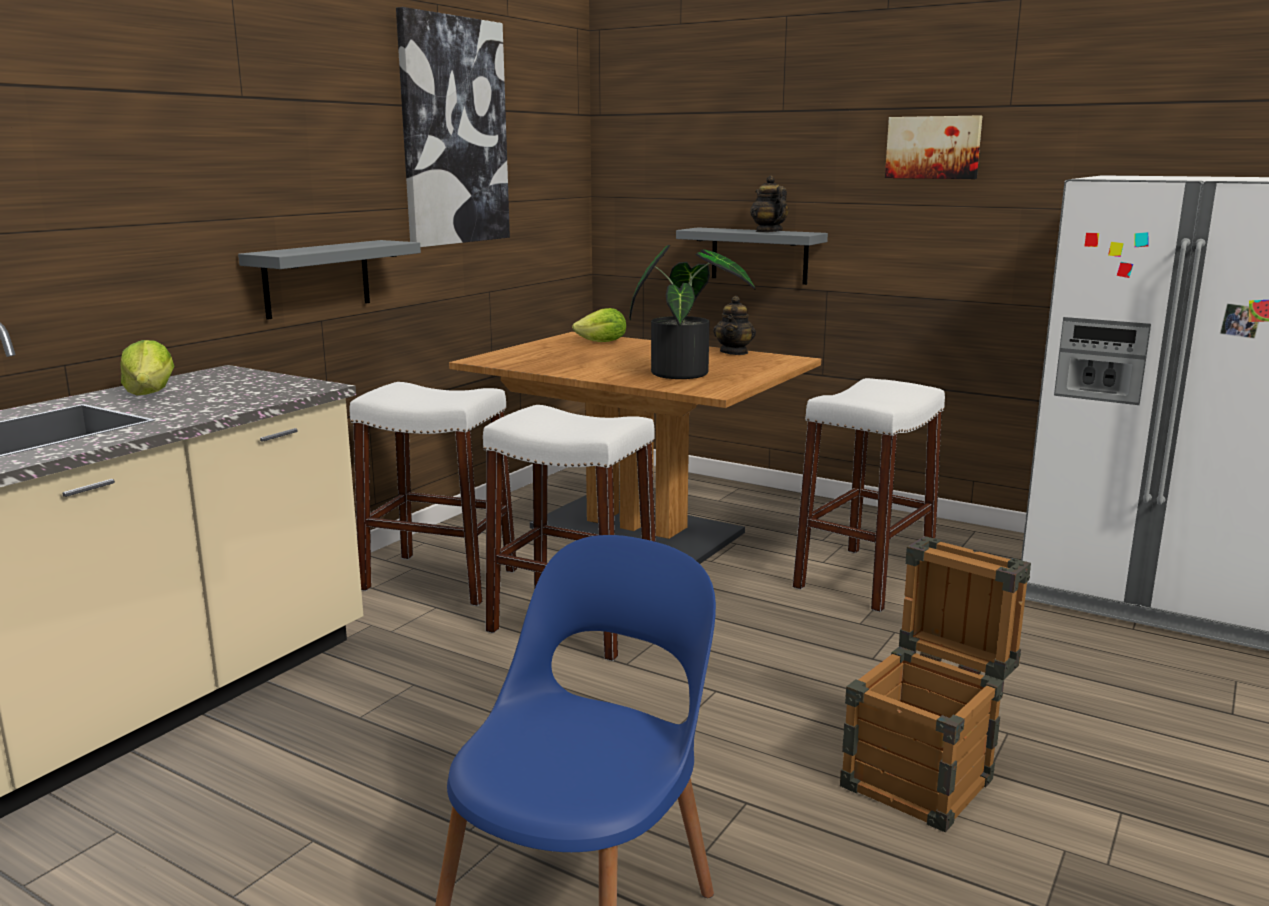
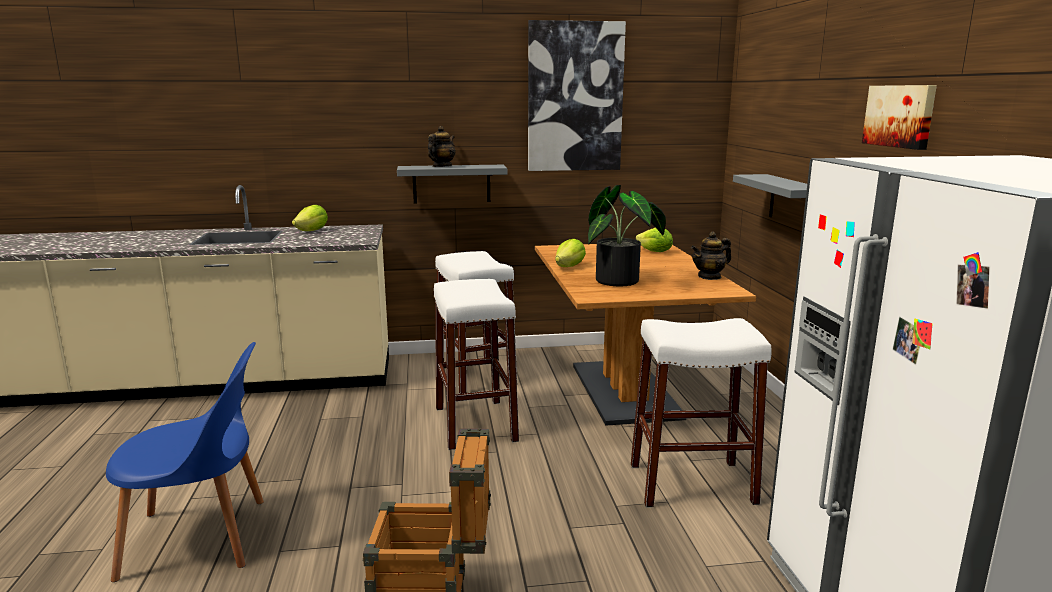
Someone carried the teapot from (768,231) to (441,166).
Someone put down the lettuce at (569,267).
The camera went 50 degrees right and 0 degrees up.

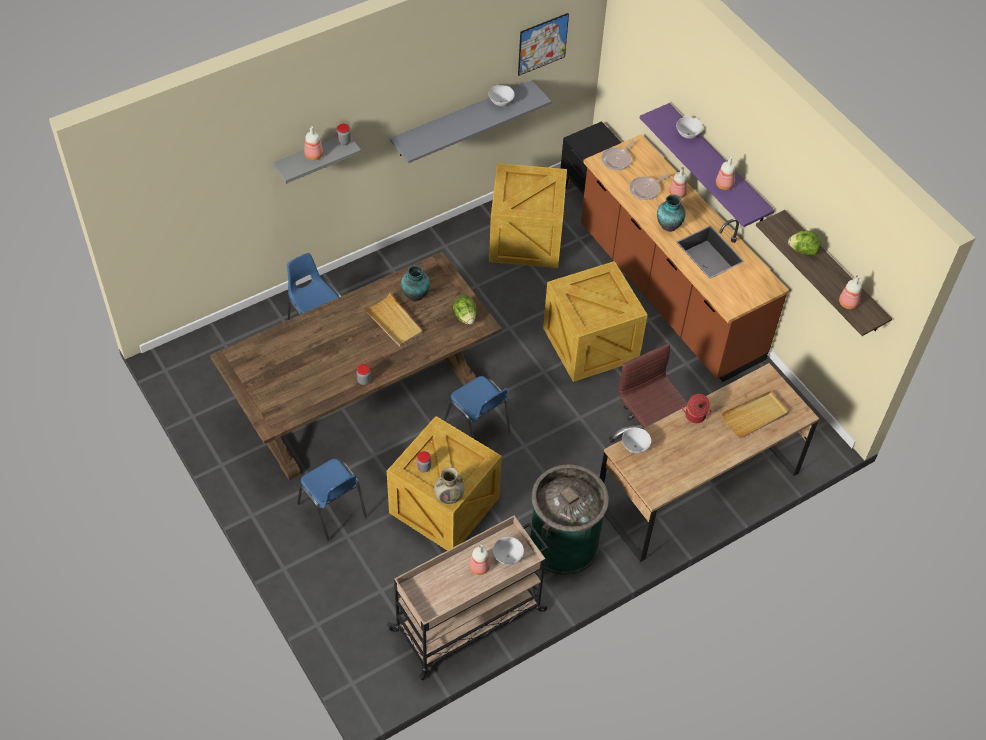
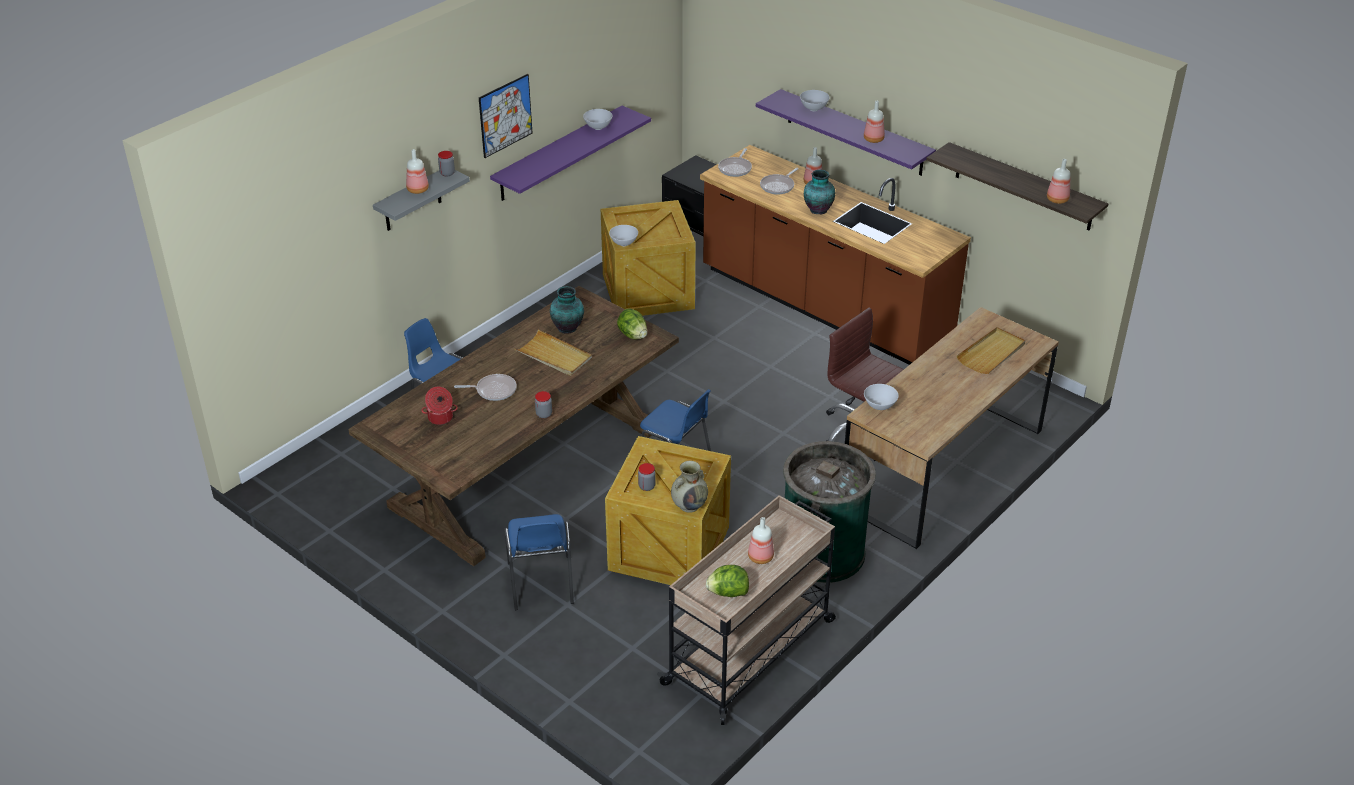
Someone carried the cooking pot from (695,416) to (440,418).
Someone put down the frying pan at (493,390).
Someone carried the picture from (542,44) to (505,115).
Someone repainted the grey shelf at (462,119), which became the purple shelf at (559,153).
Someone rotated the blue chair at (333,512) by 45 degrees clockwise.
Someone carried the white bowl from (508,557) to (624,243).
Someone carried the lettuce from (803,250) to (728,593).
Someone took away the crate at (592,344).
The camera went 15 degrees left and 15 degrees down.

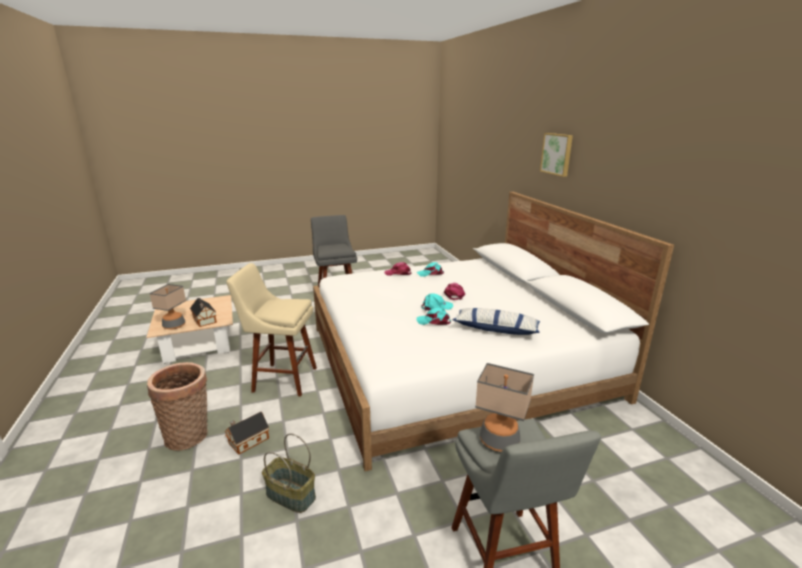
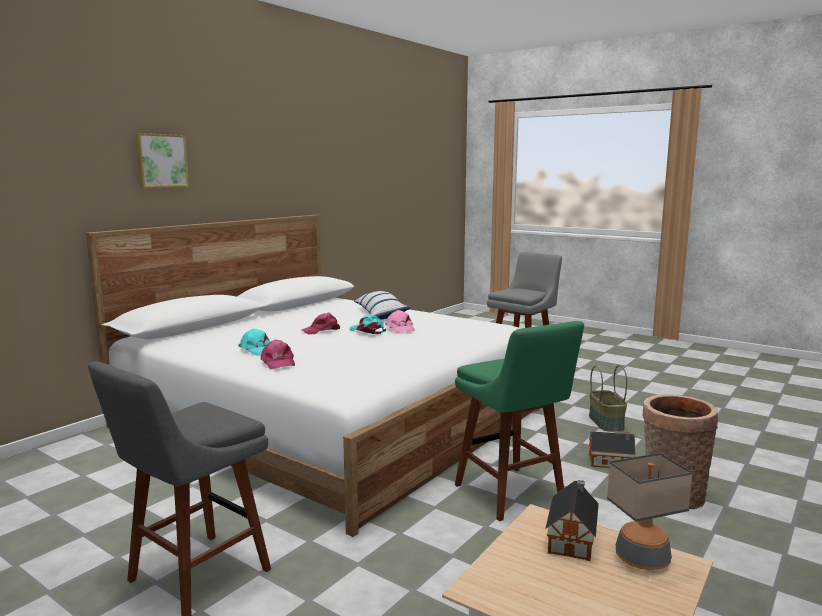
Someone repainted the turquoise cap at (434,321), which became the pink cap at (400,328).
Someone repainted the beige stool at (281,379), which became the green stool at (512,495).
Someone took away the table lamp at (499,440).
The camera went 125 degrees left and 10 degrees down.

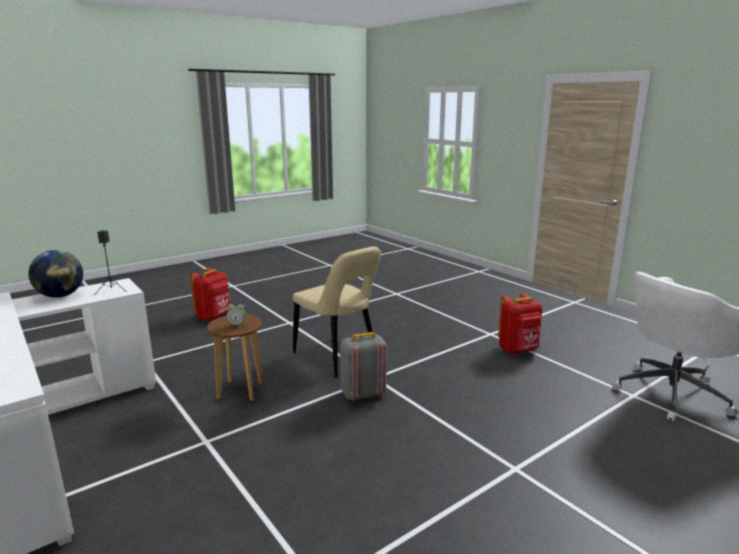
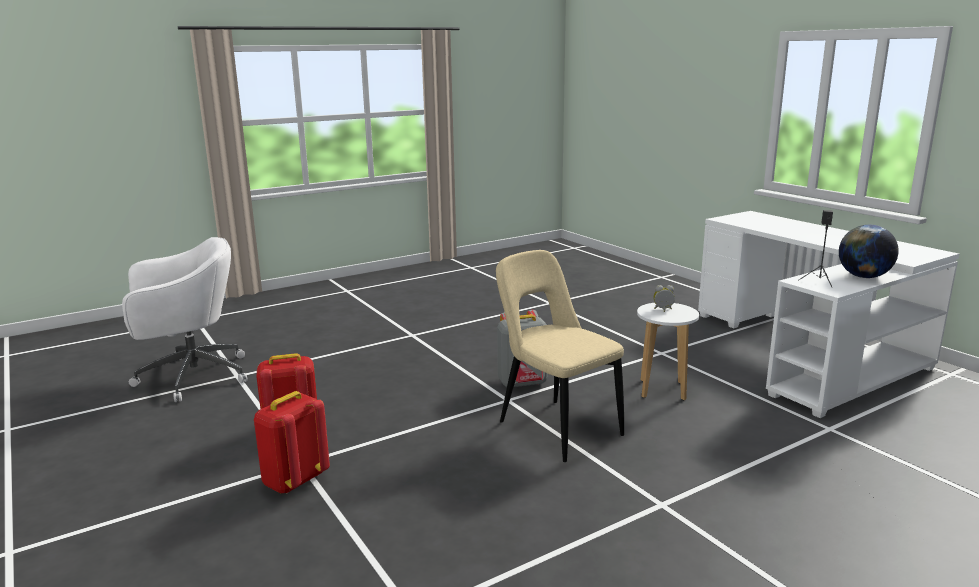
Someone carried the red backpack from (214,317) to (294,481).
Someone repainted the brown stool at (241,391), which became the white stool at (662,390).
The camera went 175 degrees left and 0 degrees up.

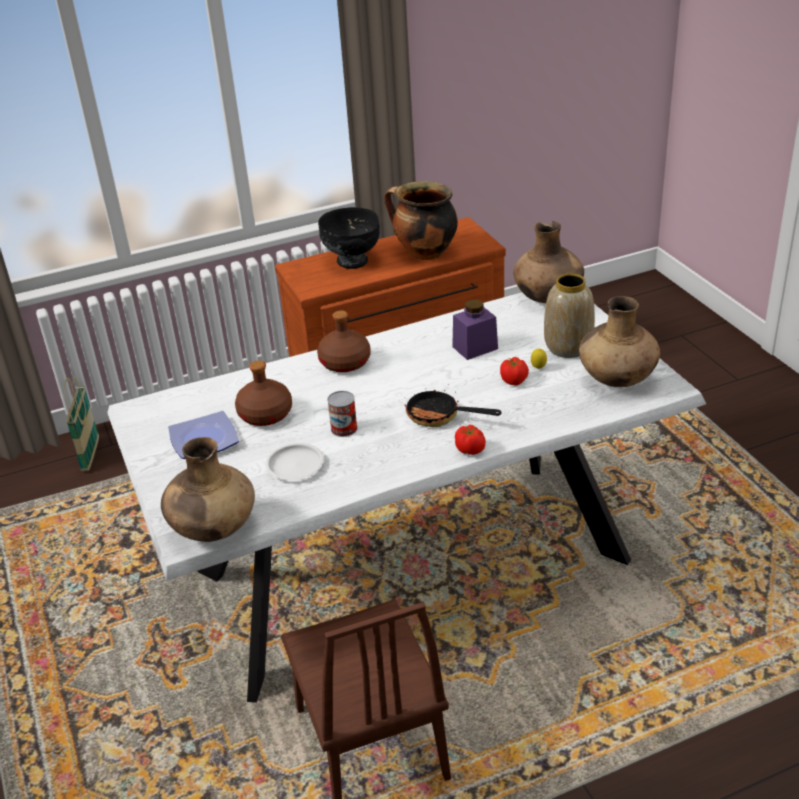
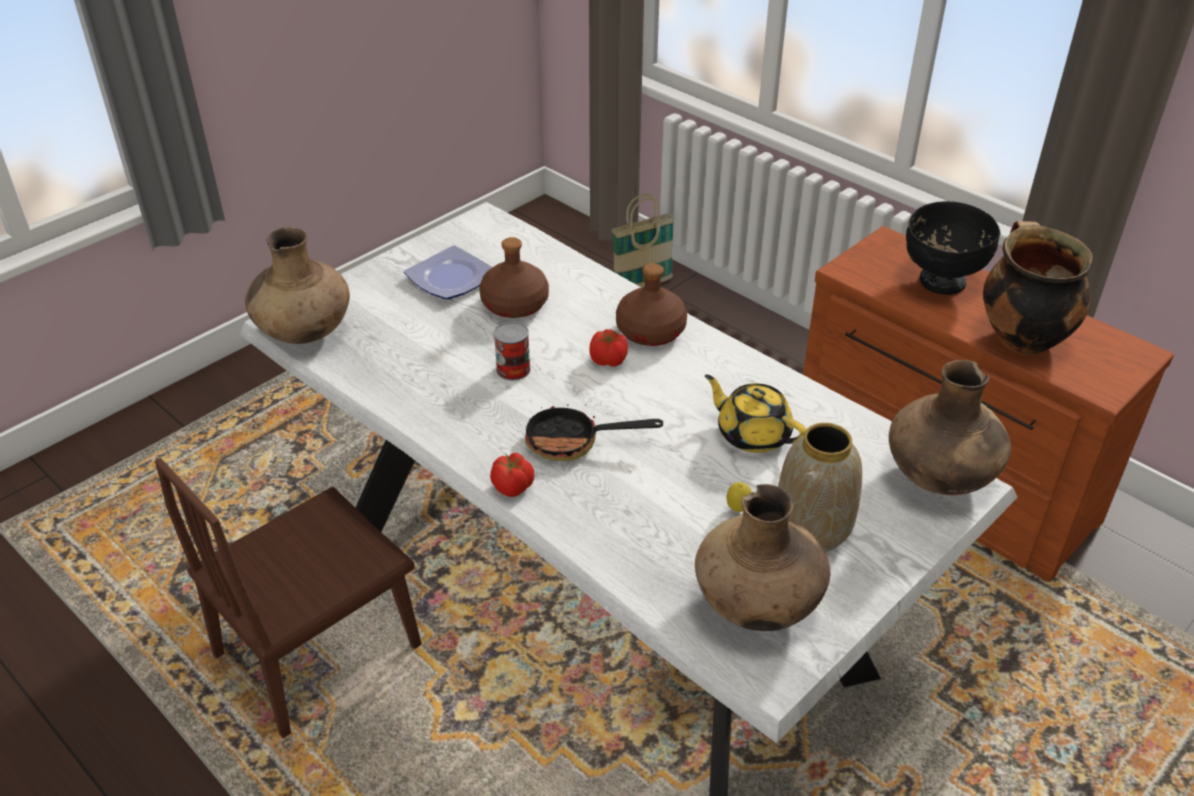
Someone rotated the frying pan at (440,417) by 90 degrees counterclockwise.
Someone carried the tomato from (514,381) to (609,361).
Someone swapped the purple jar at (475,348) for the yellow teapot at (752,434).
Someone took away the white plate at (294,465).
The camera went 65 degrees right and 5 degrees up.

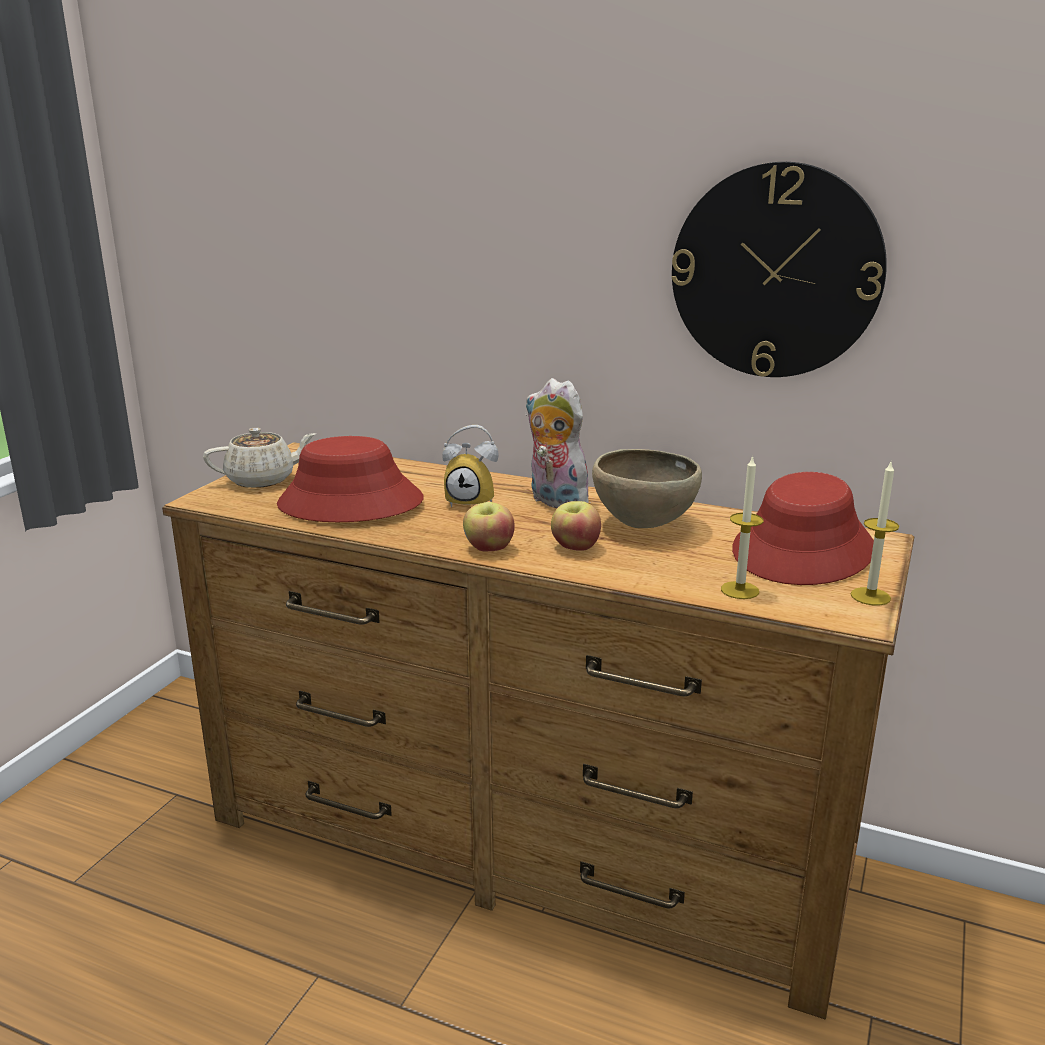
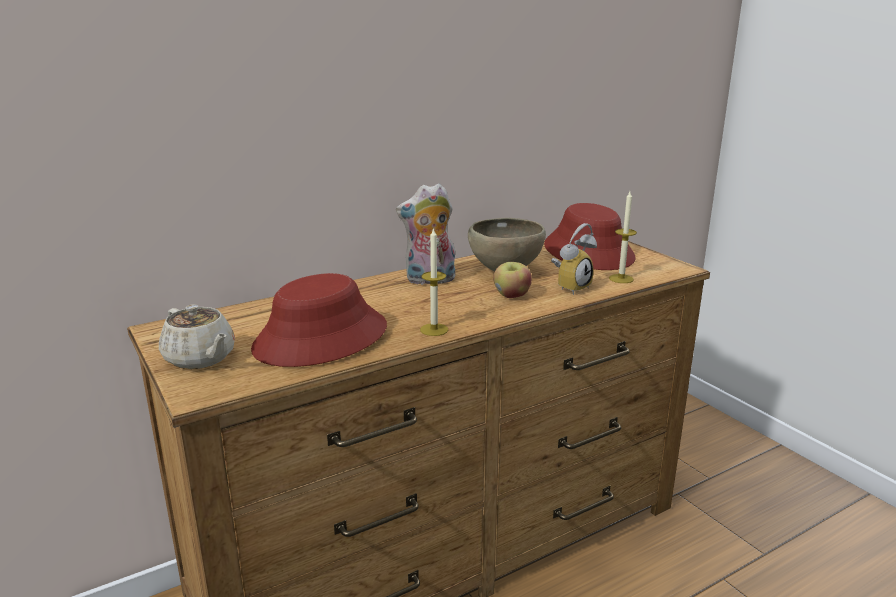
Someone rotated the beige teapot at (262,480) by 120 degrees clockwise.
Someone carried the candle from (870,596) to (434,329).
Someone carried the alarm clock from (473,502) to (570,287).
Someone took away the apple at (488,548).
Someone took away the wall clock at (776,272).
The camera went 55 degrees left and 0 degrees up.

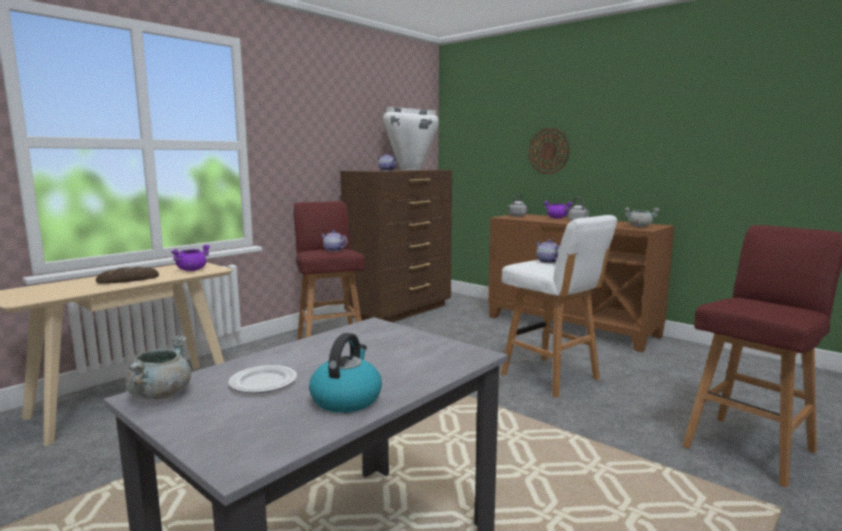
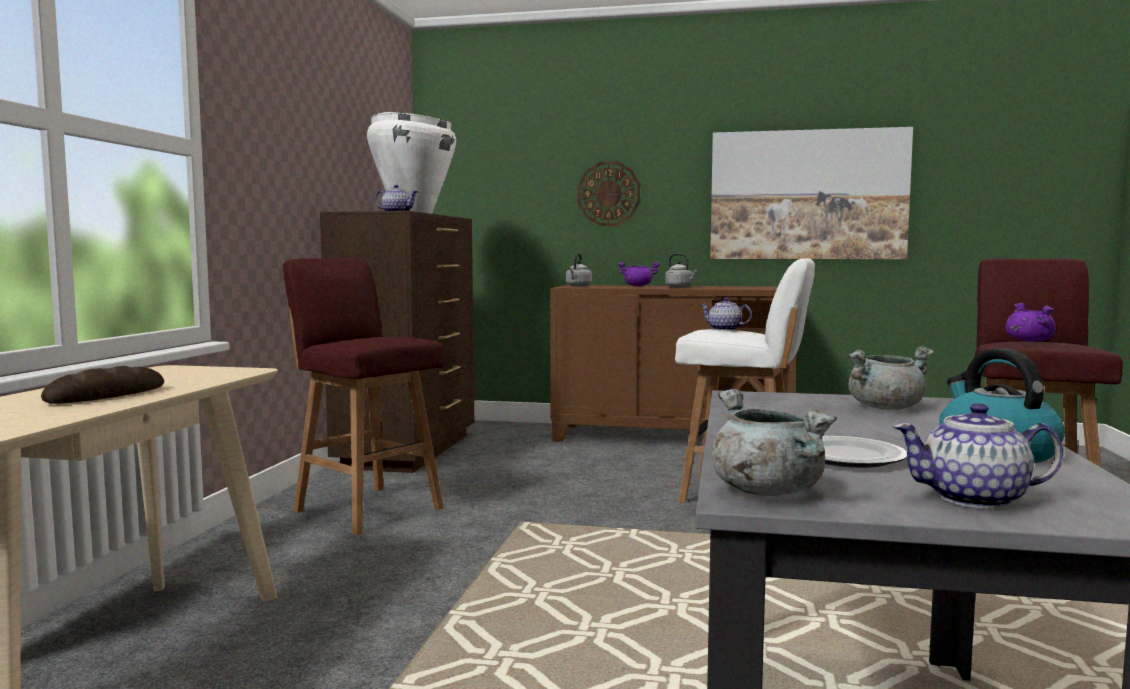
Someone put up the picture at (807,195).
Someone carried the grey cooking pot from (639,227) to (885,407).
Someone carried the teapot from (334,250) to (975,499).
Someone carried the purple cooking pot from (192,270) to (1029,341).
The camera went 30 degrees left and 5 degrees down.

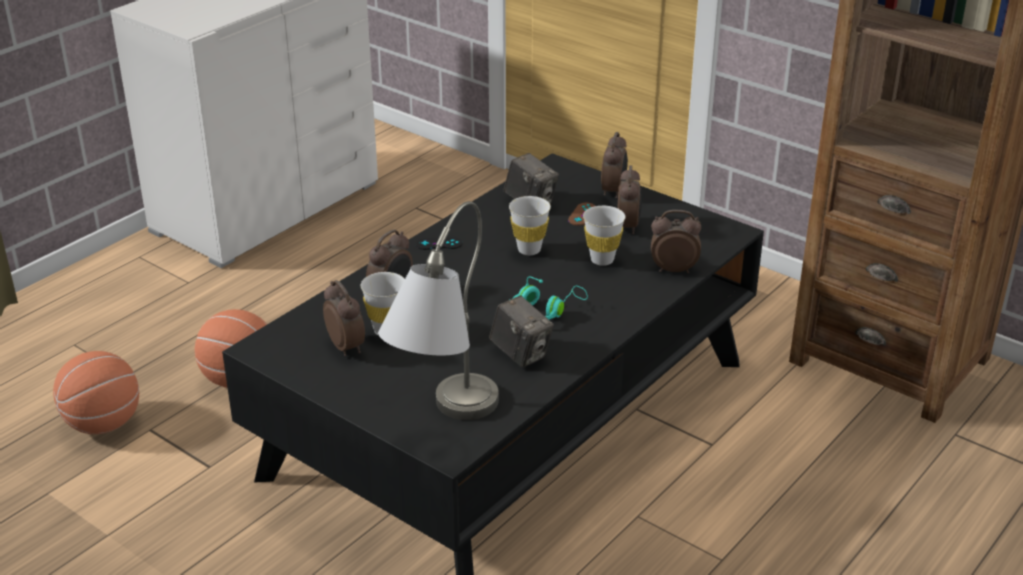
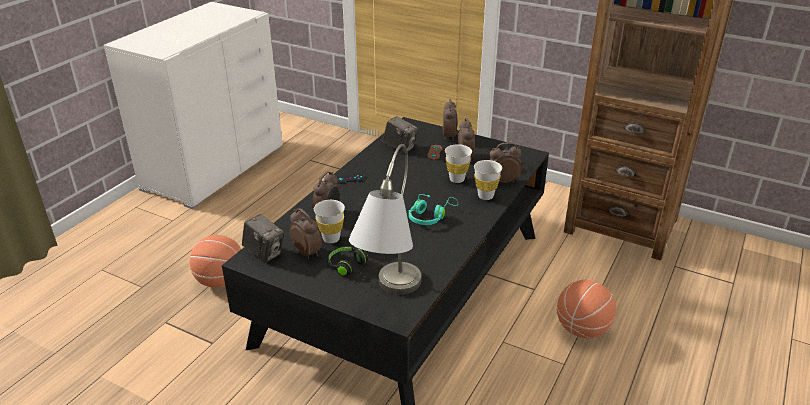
Someone carried the photo camera from (521,353) to (264,253).
Someone put down the black headphones at (350,269).
Someone carried the white cup from (529,250) to (485,196).
Someone carried the basketball from (103,423) to (582,329).
The camera went 10 degrees left and 0 degrees up.

